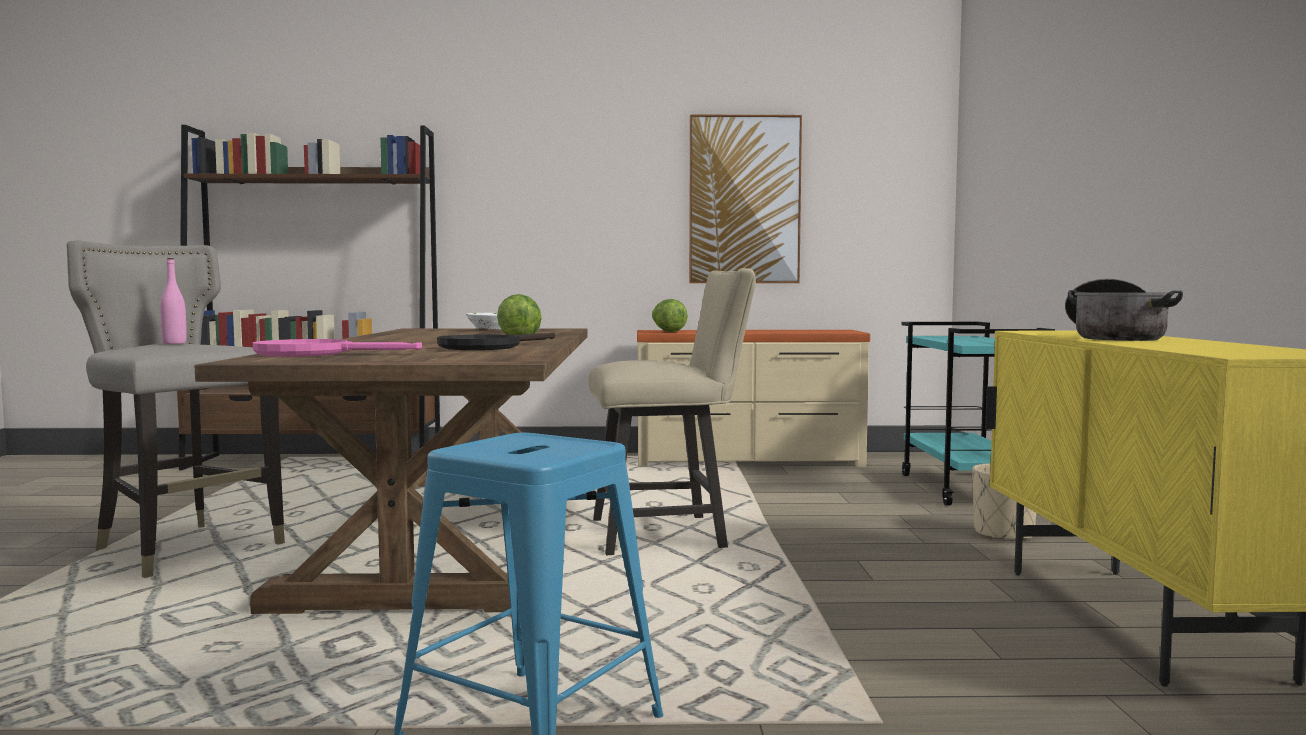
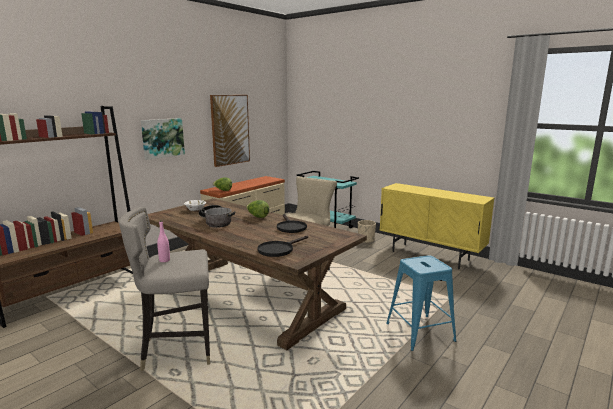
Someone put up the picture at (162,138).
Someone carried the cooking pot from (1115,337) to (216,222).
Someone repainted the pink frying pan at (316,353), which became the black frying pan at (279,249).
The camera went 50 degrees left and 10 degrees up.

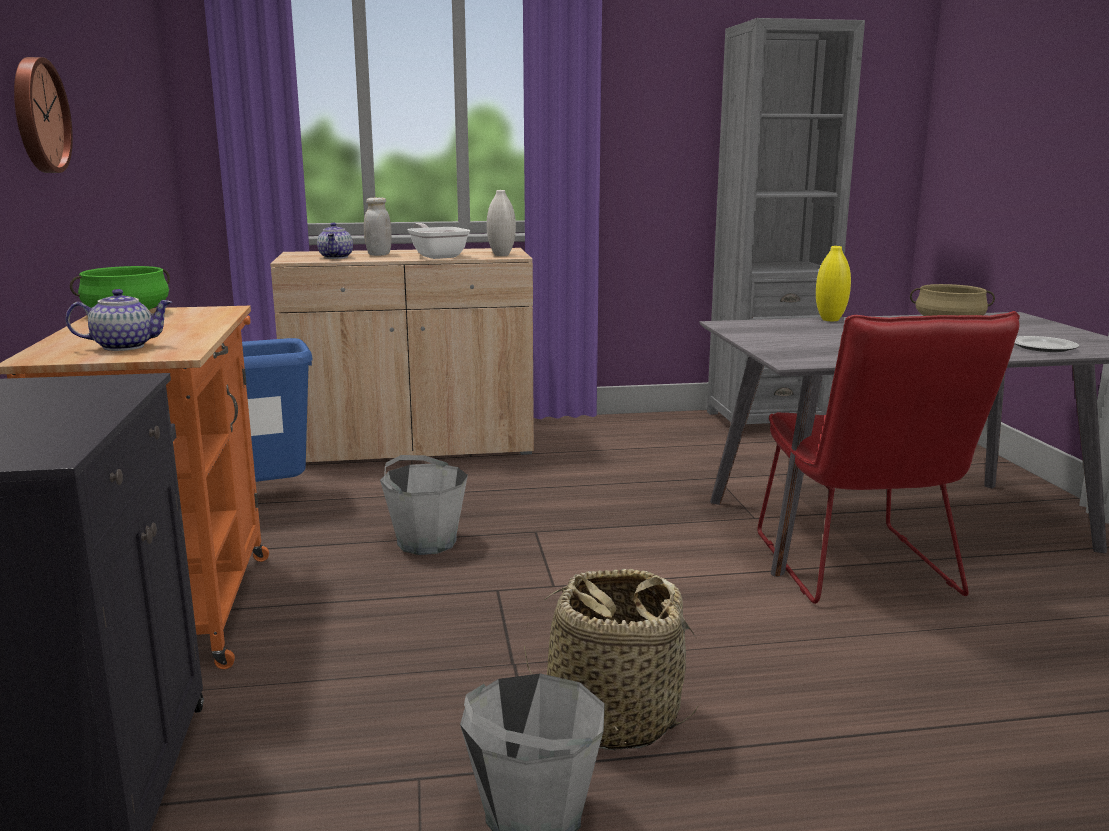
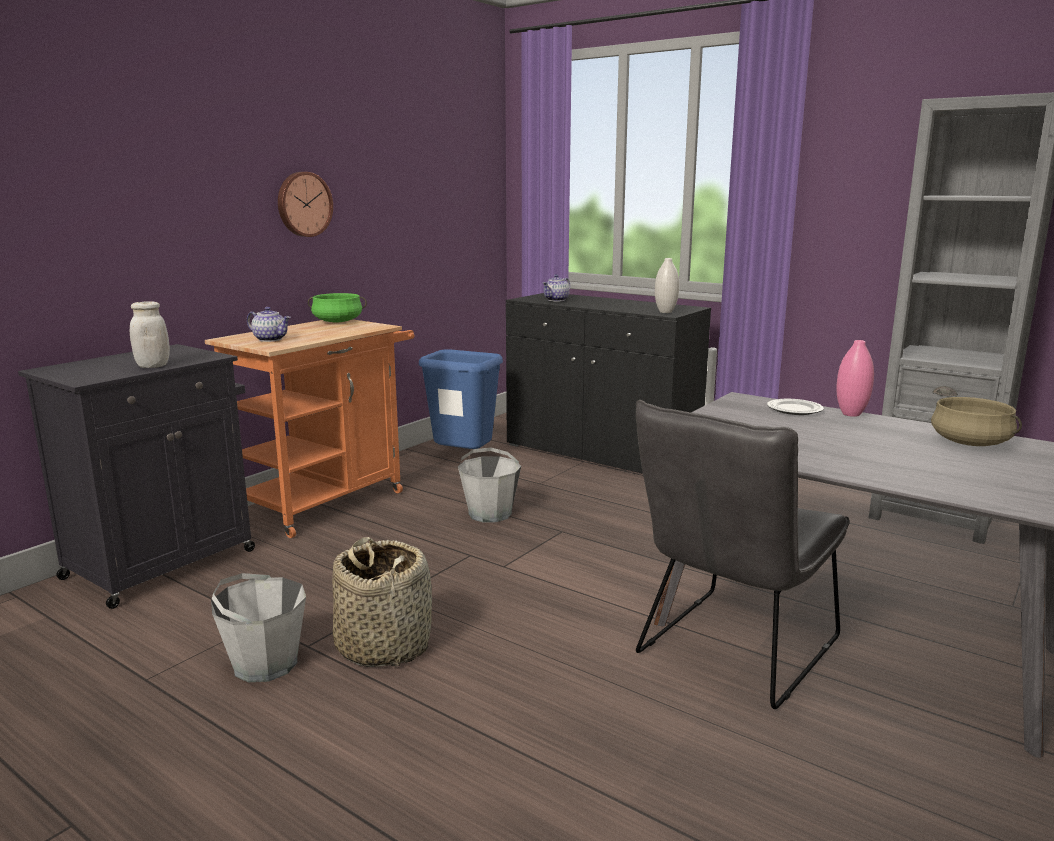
Someone carried the white jar from (378,254) to (153,366).
Someone repainted the beige cabinet at (412,446), which became the black cabinet at (600,453).
Someone repainted the red chair at (860,570), which became the grey chair at (731,651).
Someone carried the plate from (1042,347) to (794,409).
Someone repainted the yellow vase at (830,320), which became the pink vase at (851,414).
Someone took away the frying pan at (437,256).
The camera went 45 degrees right and 0 degrees up.

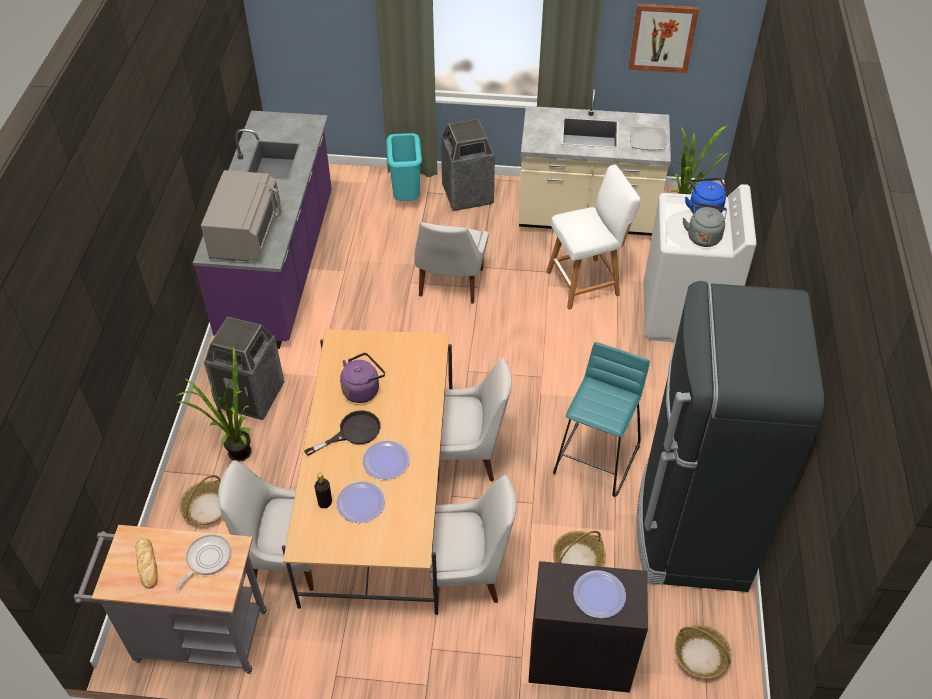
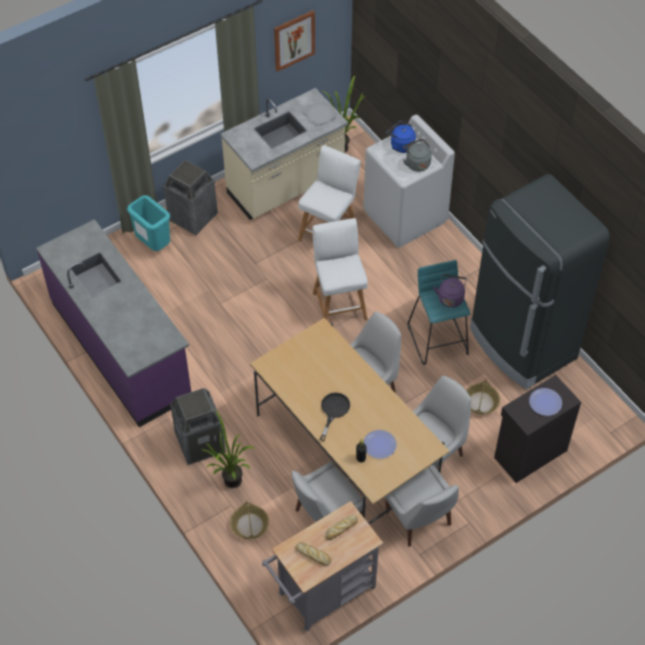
Someone put down the white stool at (339,303).
Someone swapped the frying pan at (207,559) for the bread at (341,529).
Someone carried the white chair from (450,284) to (419,520).
Someone carried the purple kettle from (362,389) to (450,297).
Someone took away the grey microwave at (246,235).
Someone took away the plate at (386,461).
Someone took away the basket at (700,656).
The camera went 40 degrees left and 5 degrees up.

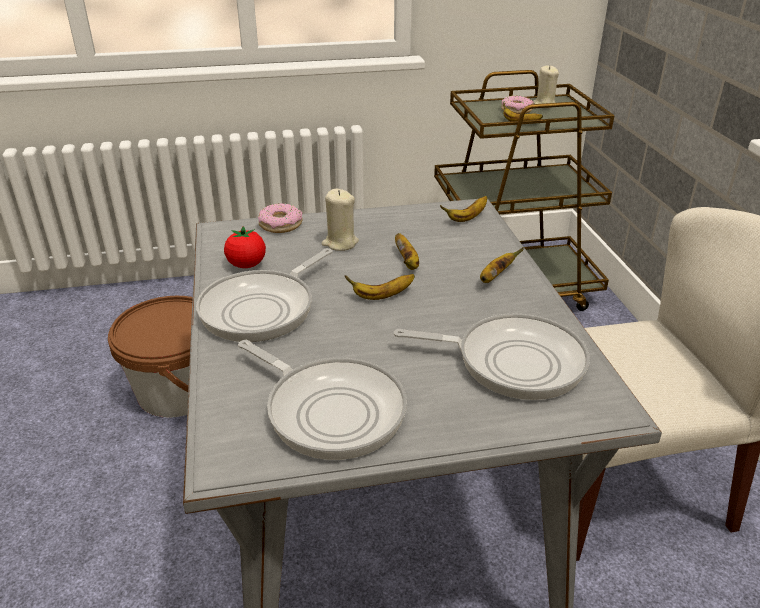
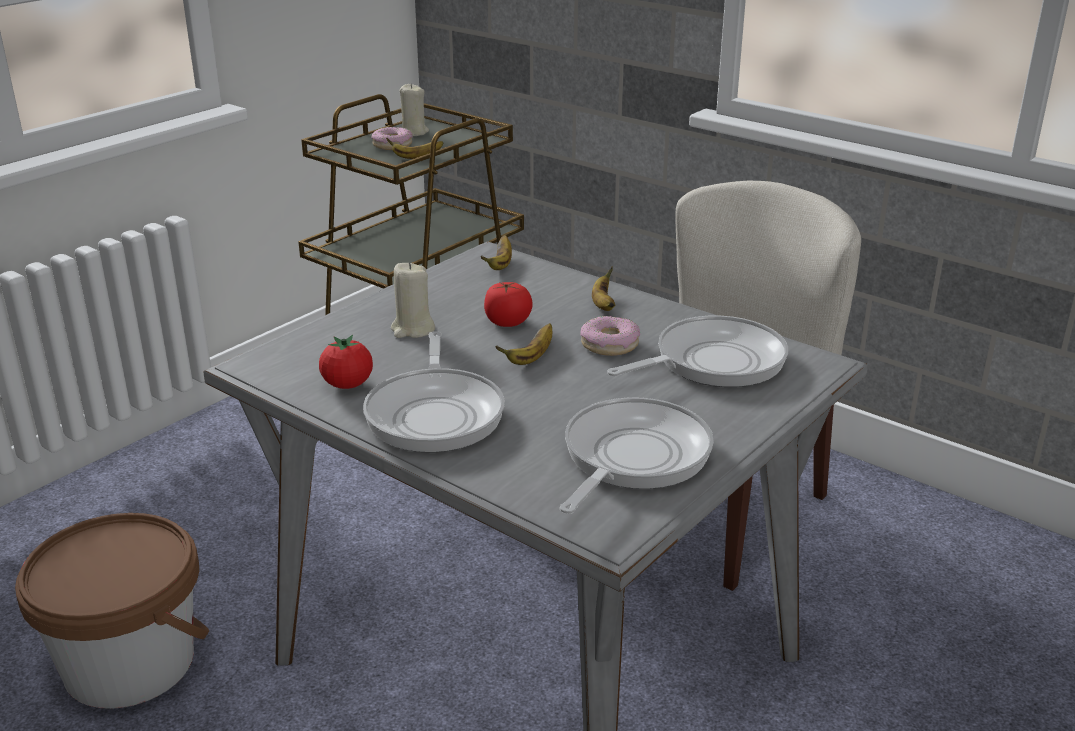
Someone swapped the banana at (407,262) for the tomato at (507,322).
Someone rotated the frying pan at (330,410) by 60 degrees counterclockwise.
Someone carried the donut from (281,224) to (609,344).
The camera went 40 degrees left and 5 degrees down.

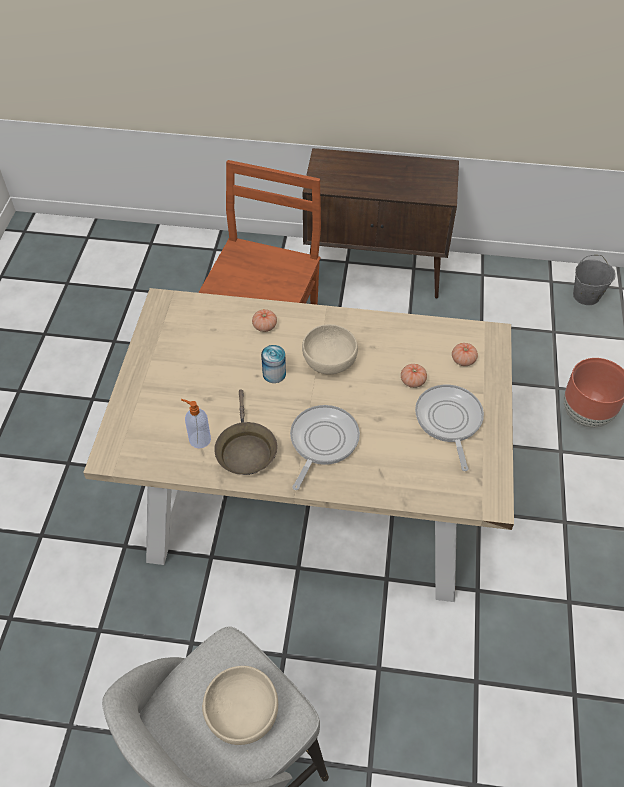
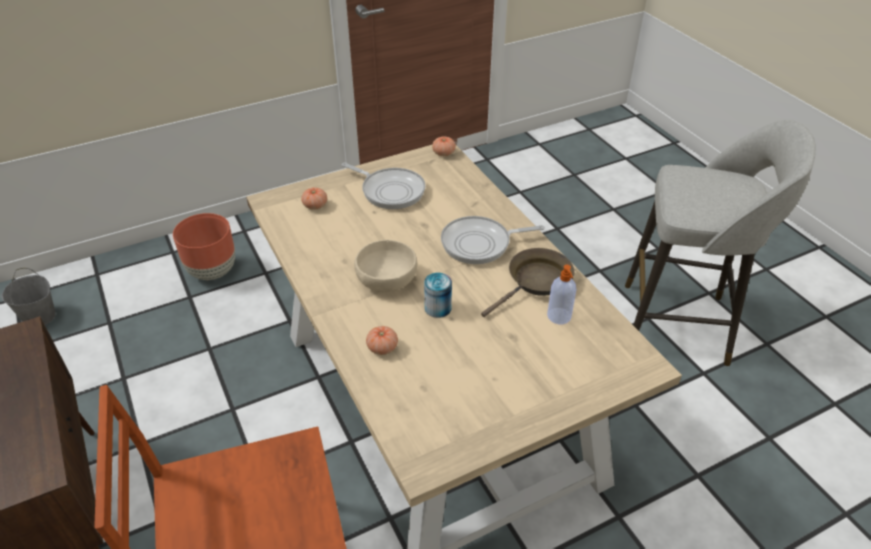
Someone rotated the frying pan at (448,421) by 105 degrees counterclockwise.
Someone carried the tomato from (412,381) to (443,153).
Someone took away the beige bowl at (243,713).
The camera went 125 degrees left and 10 degrees down.

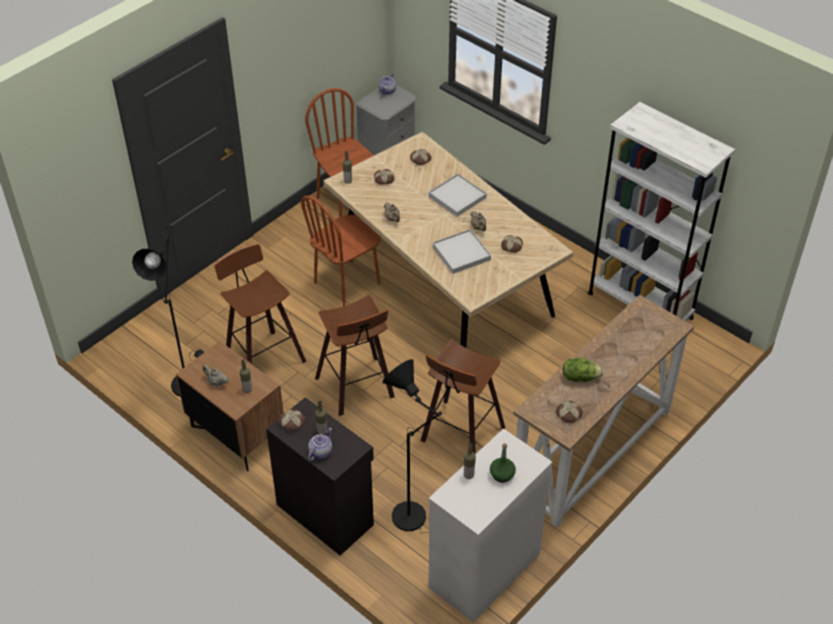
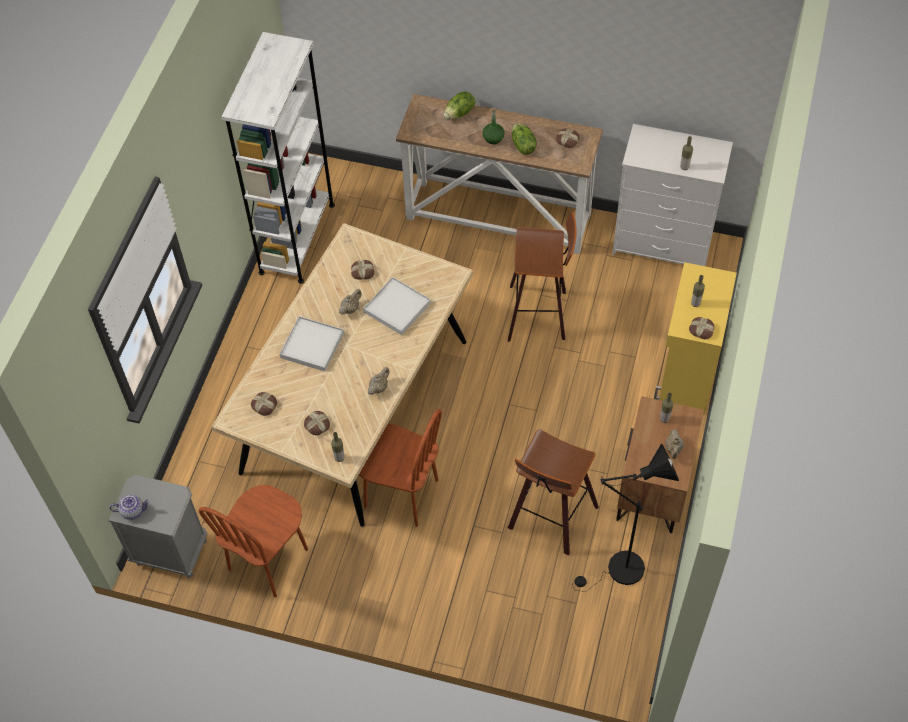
Someone put down the lettuce at (460,113).
Someone carried the green bottle from (502,475) to (493,138).
Someone repainted the black cabinet at (325,513), which became the yellow cabinet at (687,374).
Someone took away the teapot at (320,451).
Someone took away the stool at (358,388).
Someone took away the black floor lamp at (414,520).
The camera went 115 degrees left and 10 degrees up.

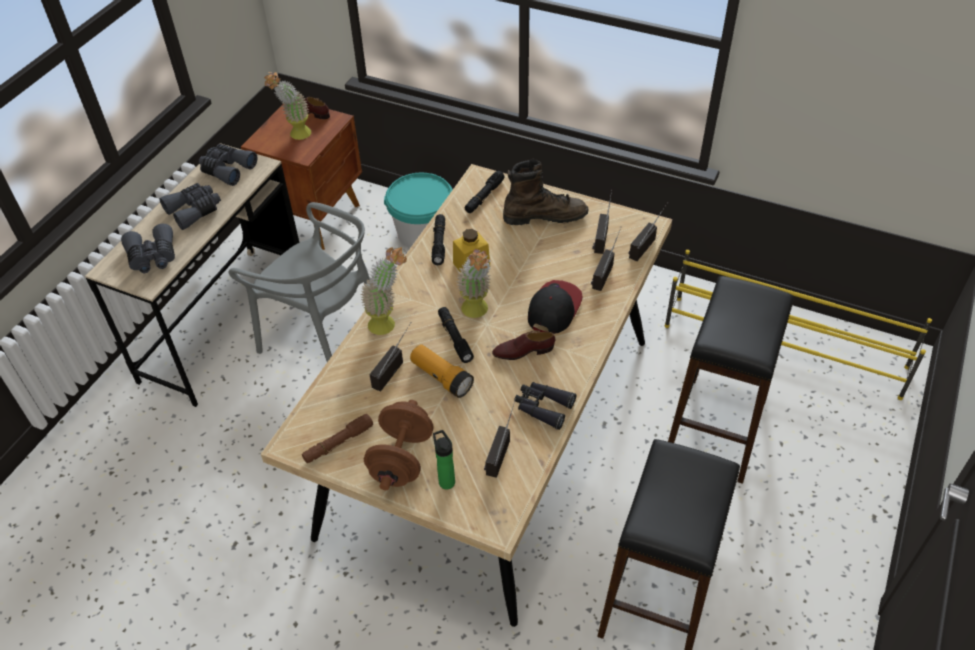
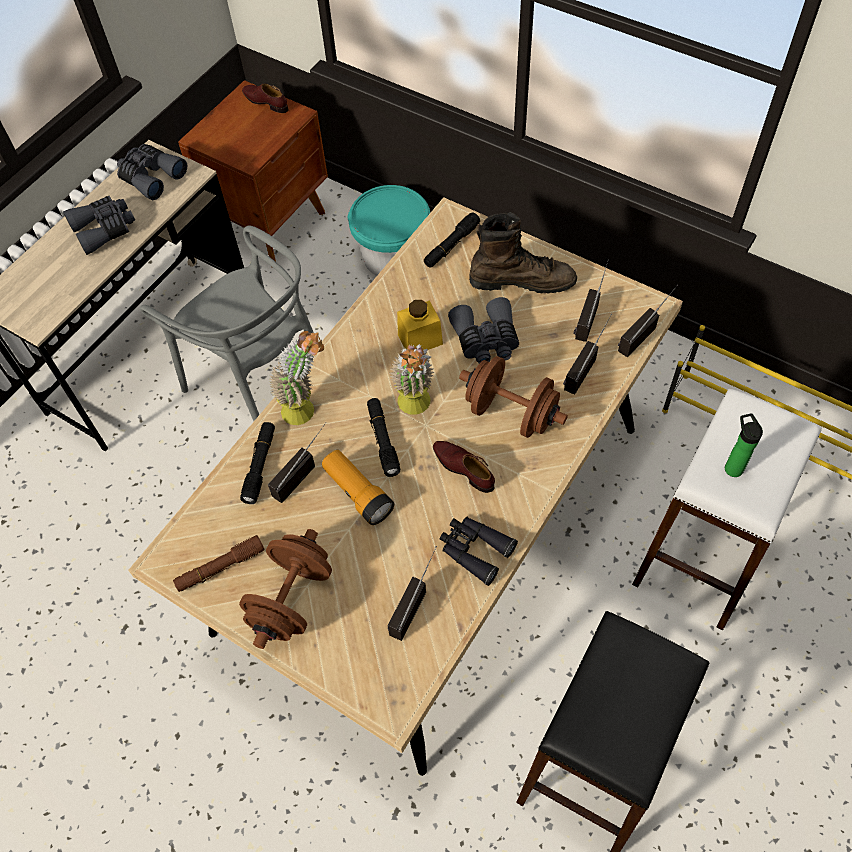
Someone carried the black flashlight from (439,243) to (260,466).
Someone rotated the brown shoe at (523,351) by 45 degrees clockwise.
Someone carried the grey binoculars from (152,257) to (486,340).
Someone swapped the cap at (553,309) for the brown dumbbell at (511,413).
Someone repainted the black stool at (716,429), which became the white stool at (702,554).
Someone carried the bottle from (446,480) to (732,466).
Someone took away the potted plant at (296,136).
The camera went 10 degrees right and 10 degrees up.

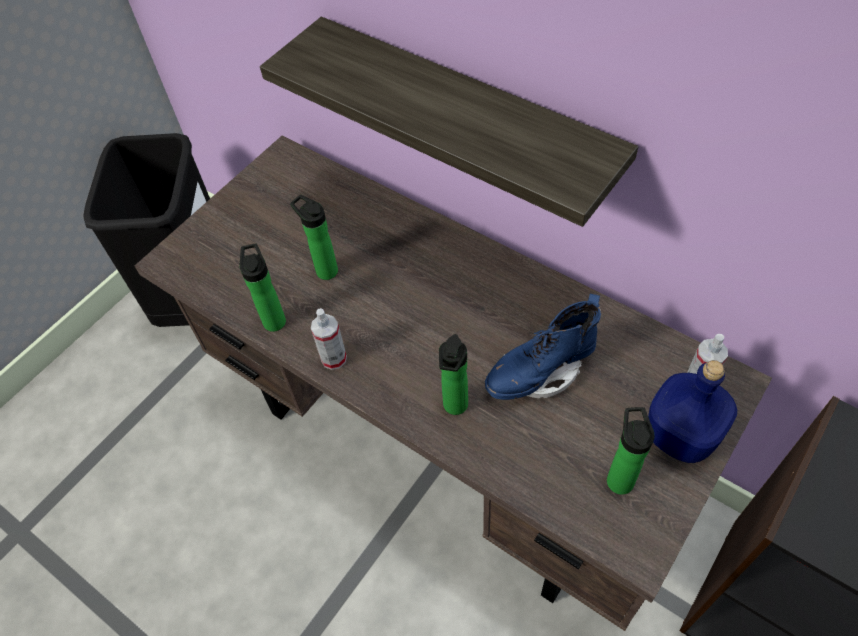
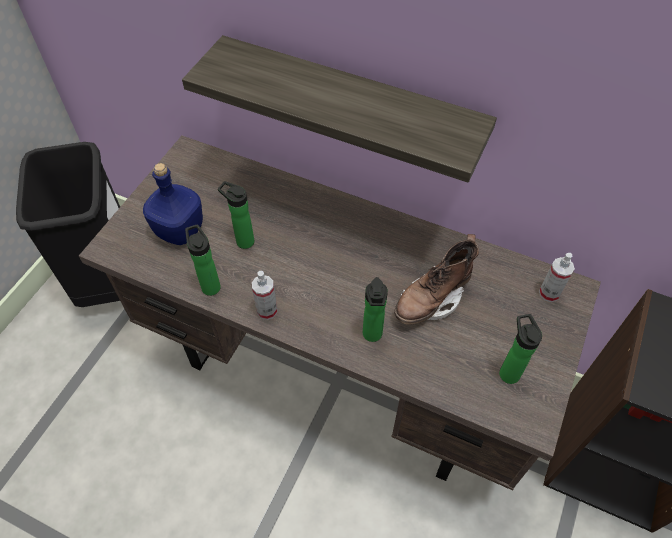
Someone carried the blue bottle from (680,437) to (179,231).
Someone repainted the blue boot at (540,372), which became the brown boot at (432,300).
The camera went 15 degrees left and 0 degrees up.

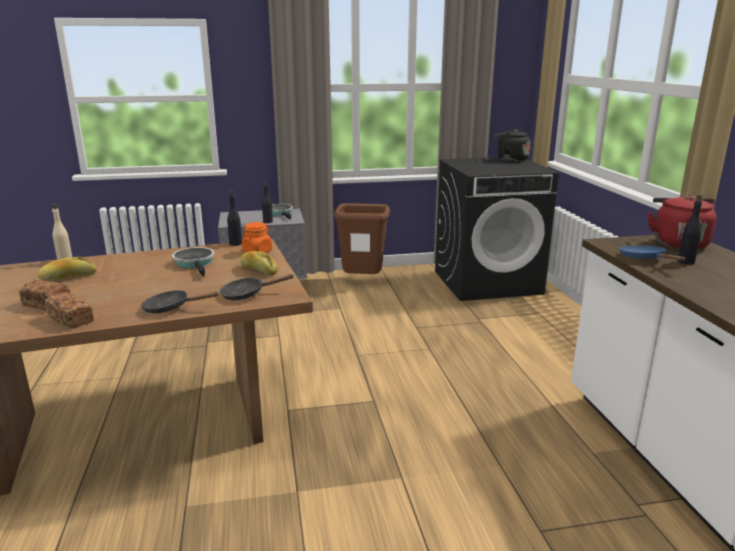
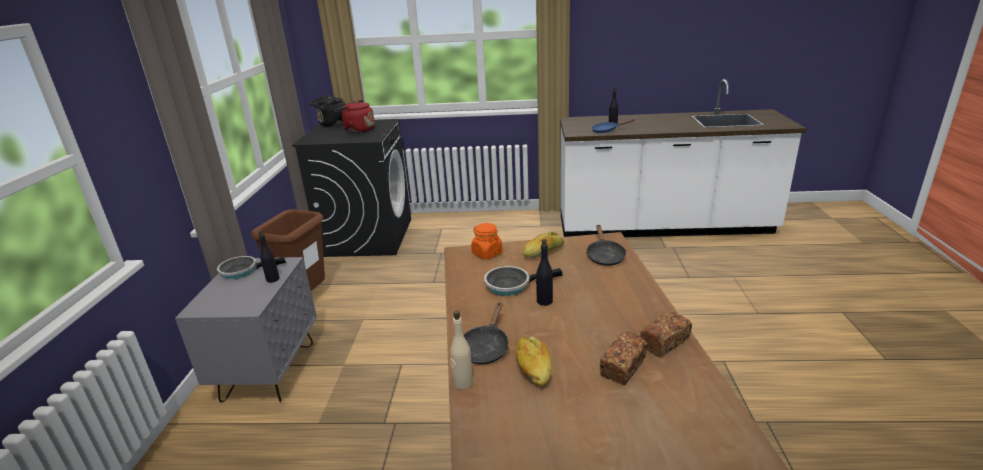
Someone carried the red kettle from (678,243) to (357,131).
Someone carried the black frying pan from (171,308) to (485,347).
Someone carried the black bottle from (235,244) to (544,301).
The camera went 75 degrees left and 5 degrees up.

